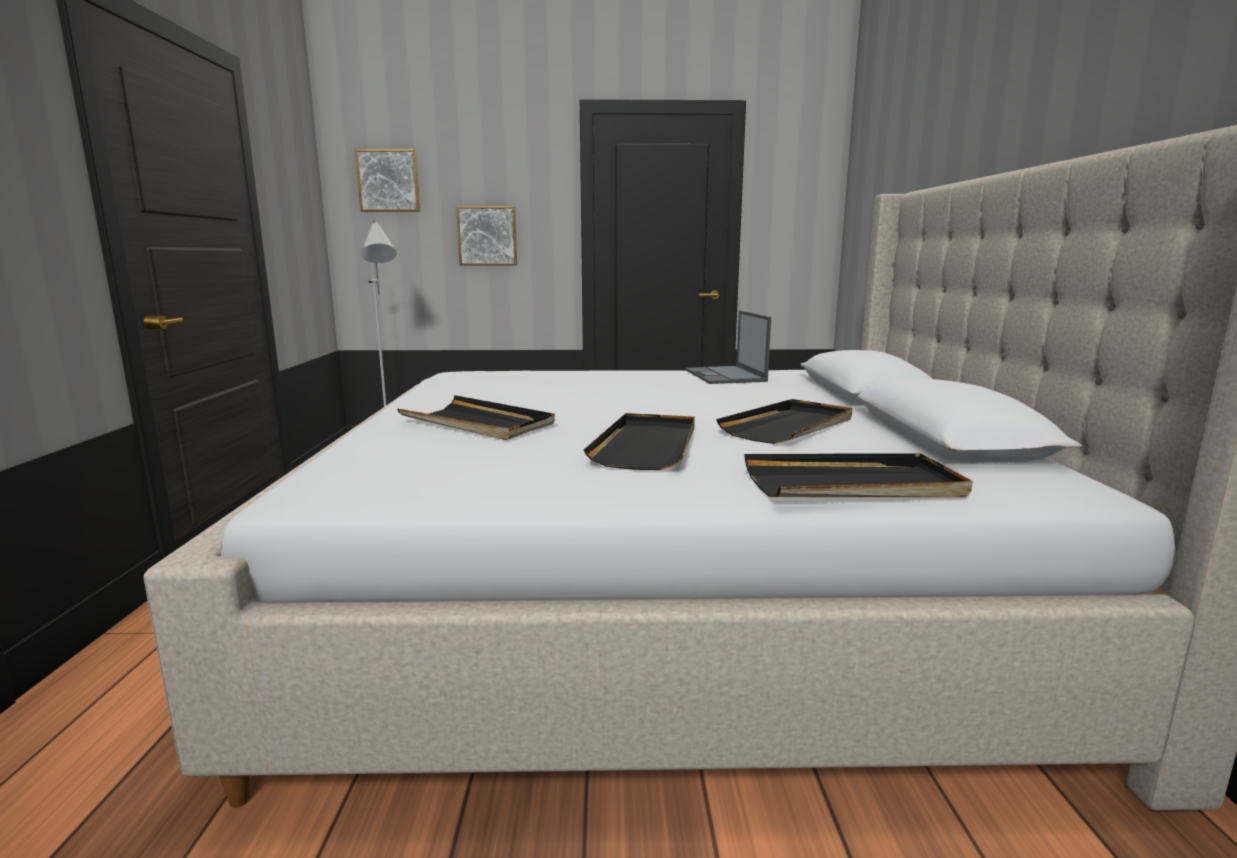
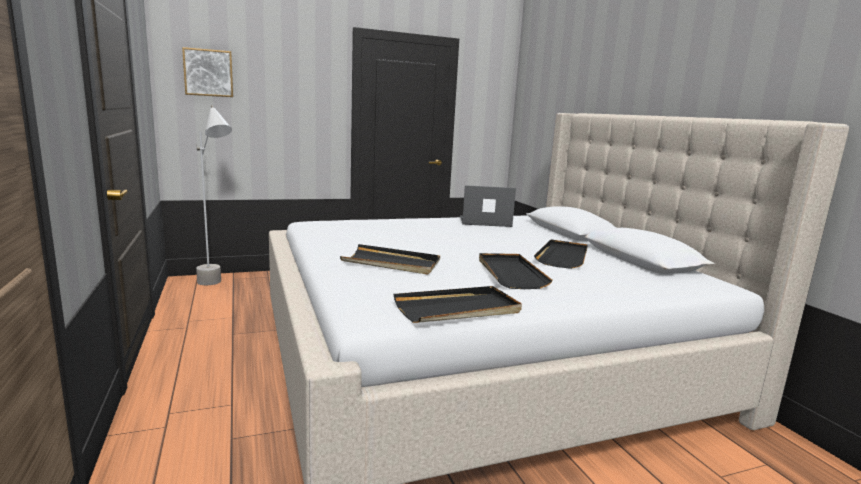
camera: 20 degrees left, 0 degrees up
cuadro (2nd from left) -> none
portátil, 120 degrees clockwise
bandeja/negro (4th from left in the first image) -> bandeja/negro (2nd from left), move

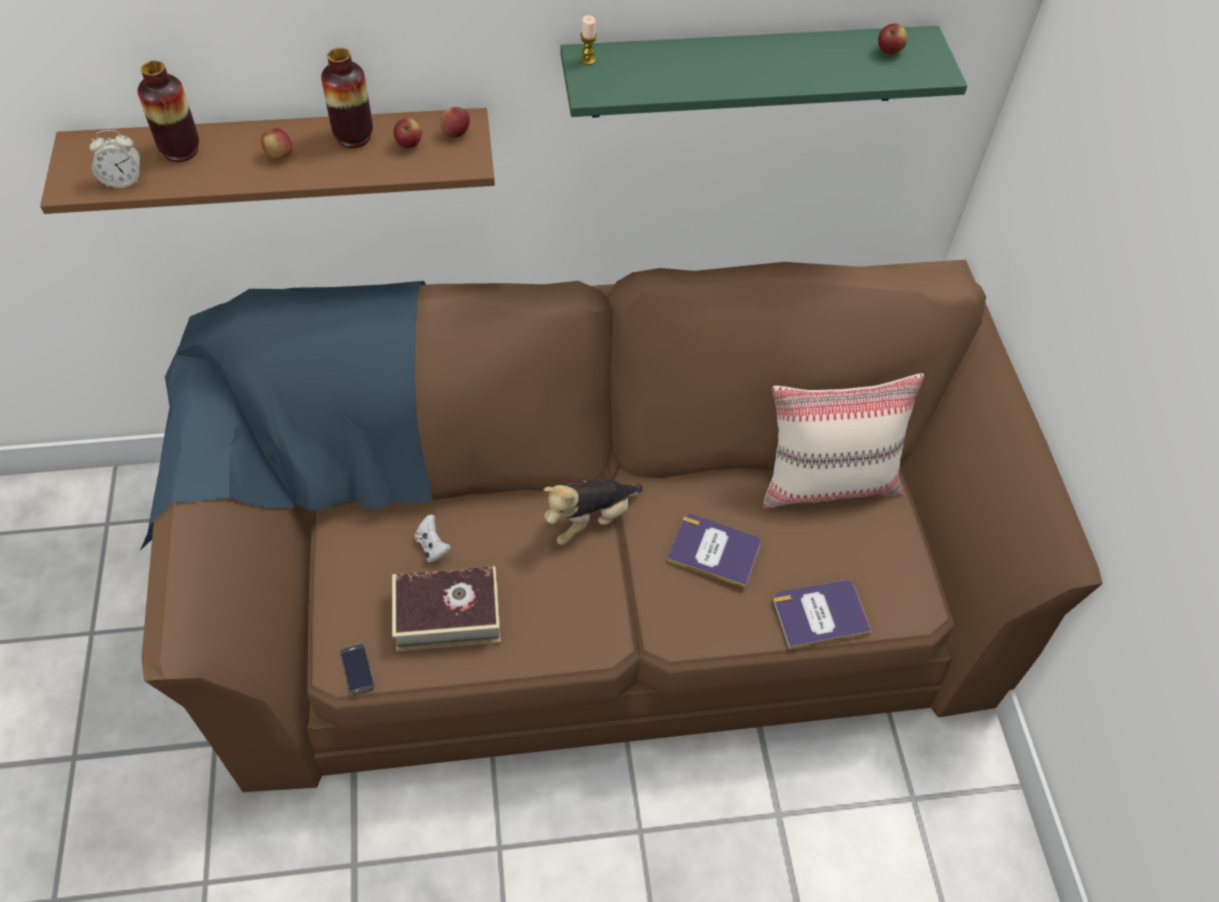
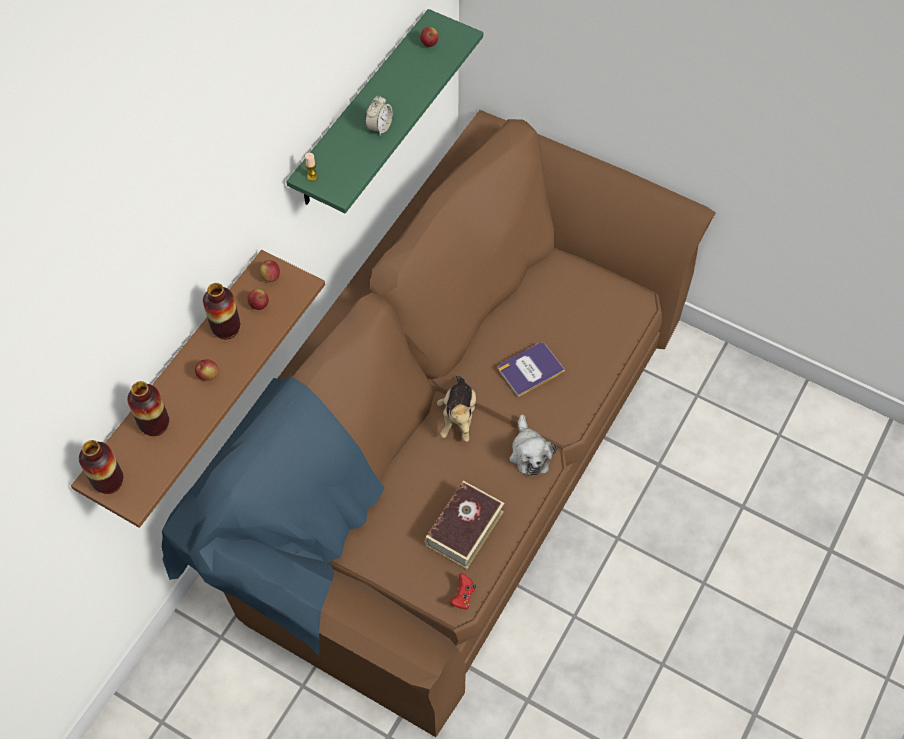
camera: 50 degrees left, 5 degrees up
despertador, move
móvil -> mando de consola/rojo
mando de consola/blanco -> none
cojín/beis -> none
libro (3rd from left) -> none
none -> florero (1st from left)
none -> peluche (2nd from left)

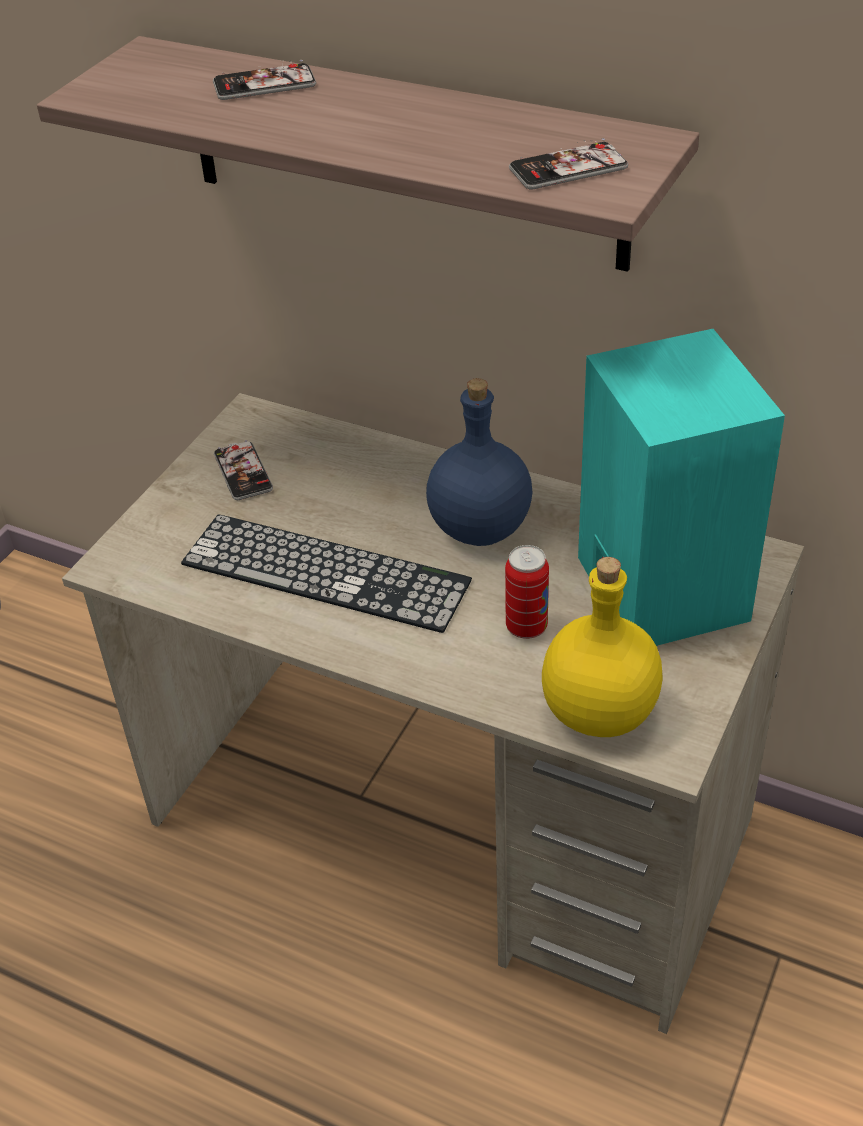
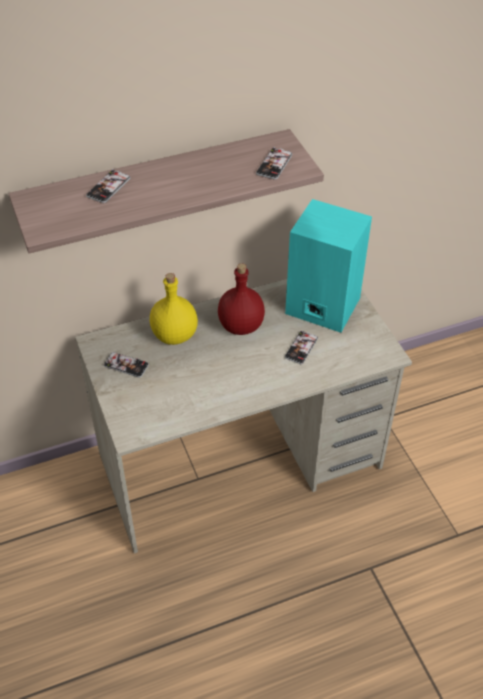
camera: 50 degrees left, 5 degrees up
teclado -> none
botella/azul -> botella/rojo
lata -> móvil (4th from left)
botella/amarillo, move

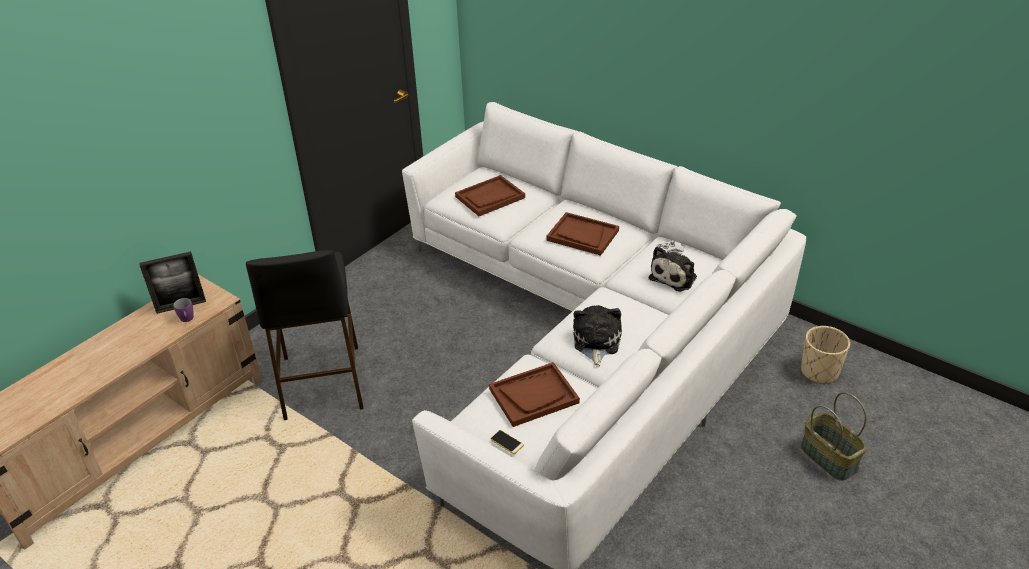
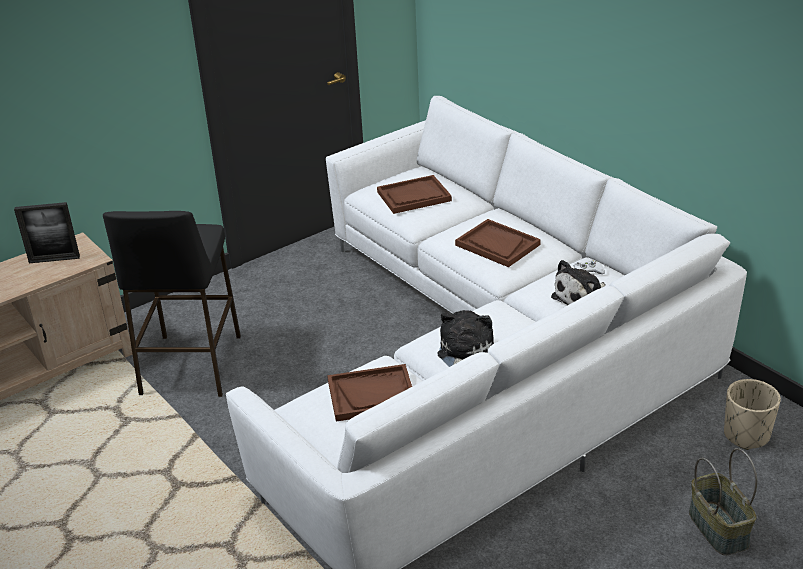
camera: 15 degrees right, 5 degrees down
taza grande/morado -> none
móvil -> none

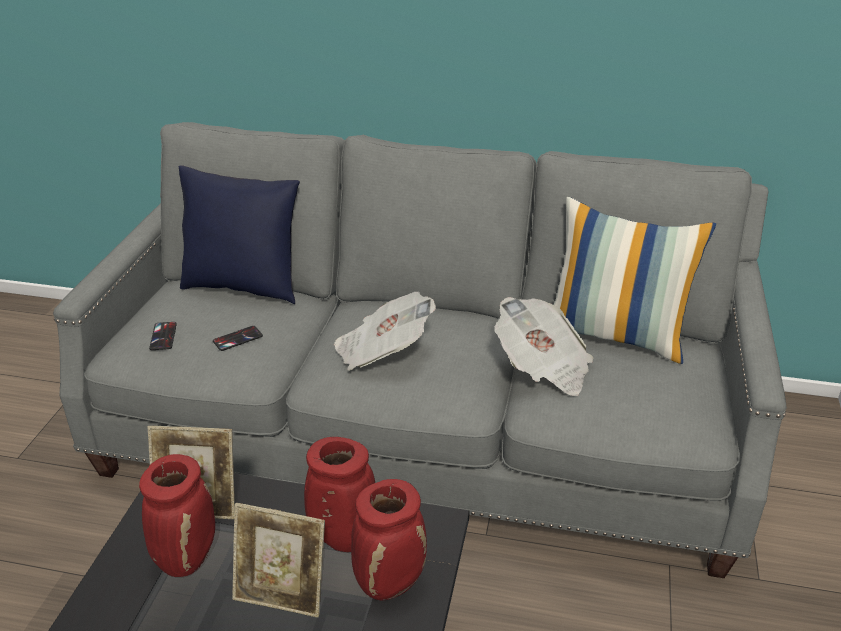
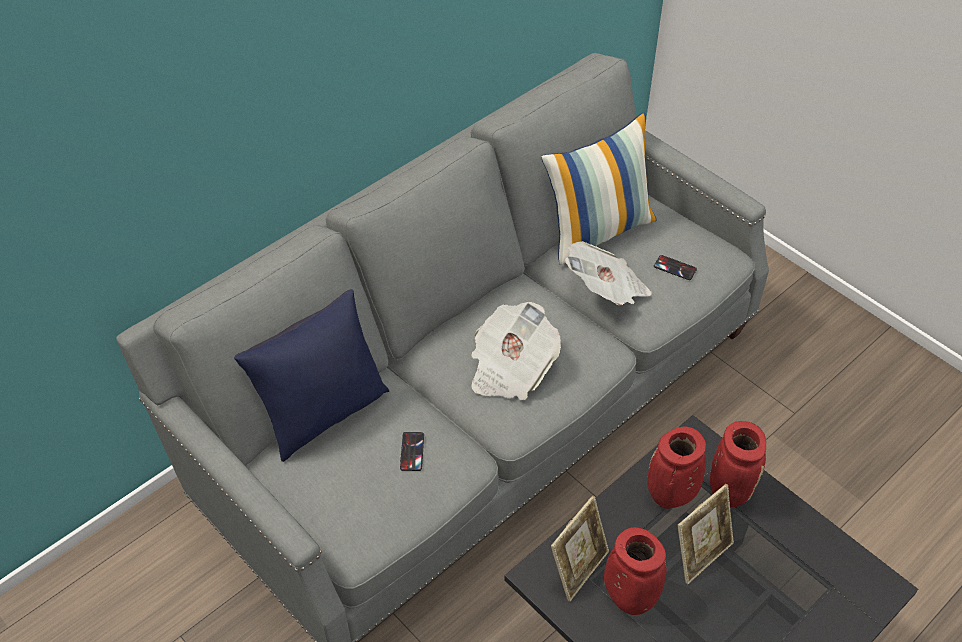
camera: 55 degrees left, 15 degrees up
móvil (1st from left in the first image) -> móvil (2nd from left), move

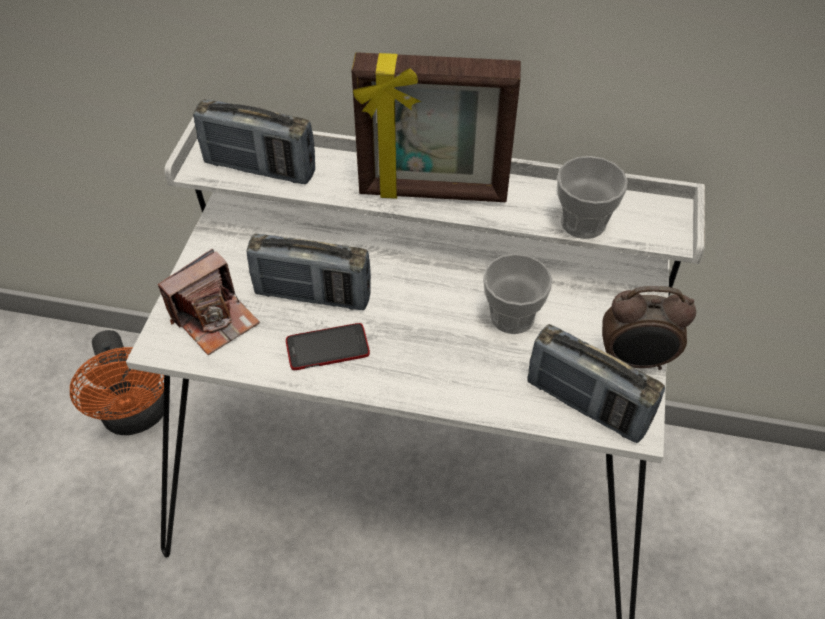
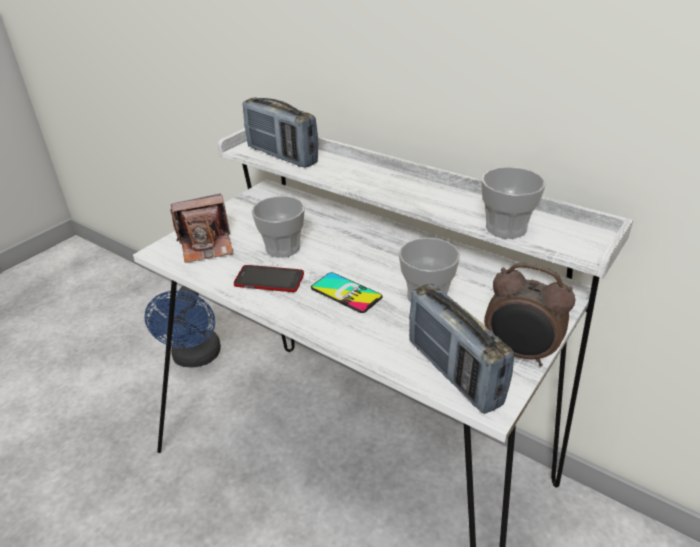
camera: 25 degrees right, 15 degrees down
ventilador/naranja -> ventilador/azul
radio (2nd from left) -> taza (1st from left)
portarretratos -> none
none -> móvil (2nd from left)

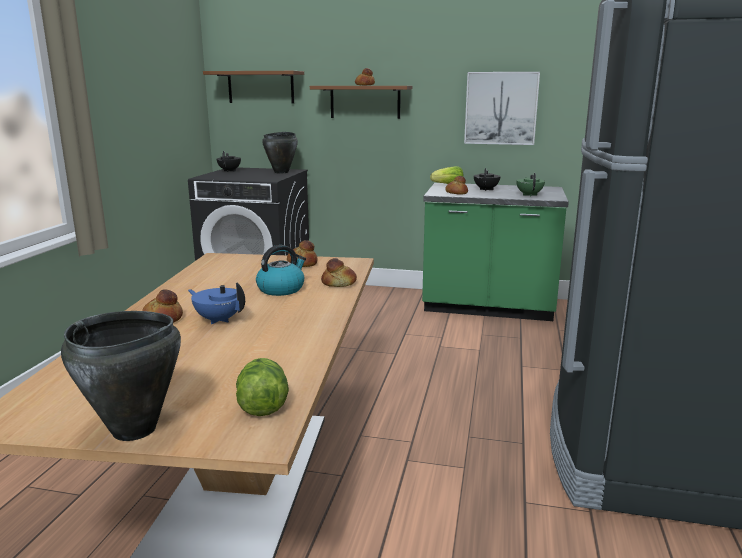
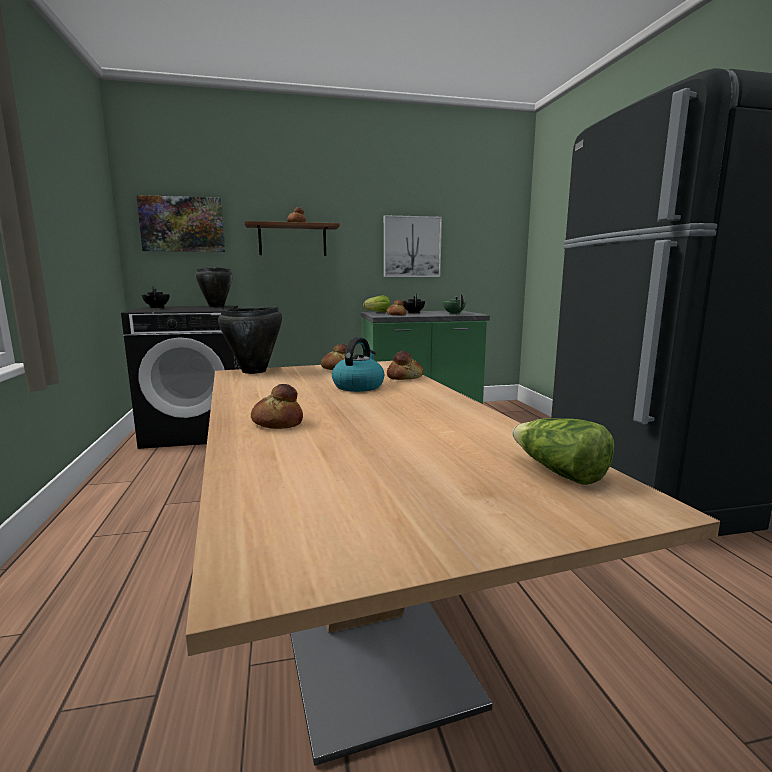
camera: 25 degrees left, 5 degrees down
olla/negro (1st from left in the first image) -> olla/negro (2nd from left), move
tetera/azul -> none
estante/marrón (1st from left) -> cuadro (1st from left)

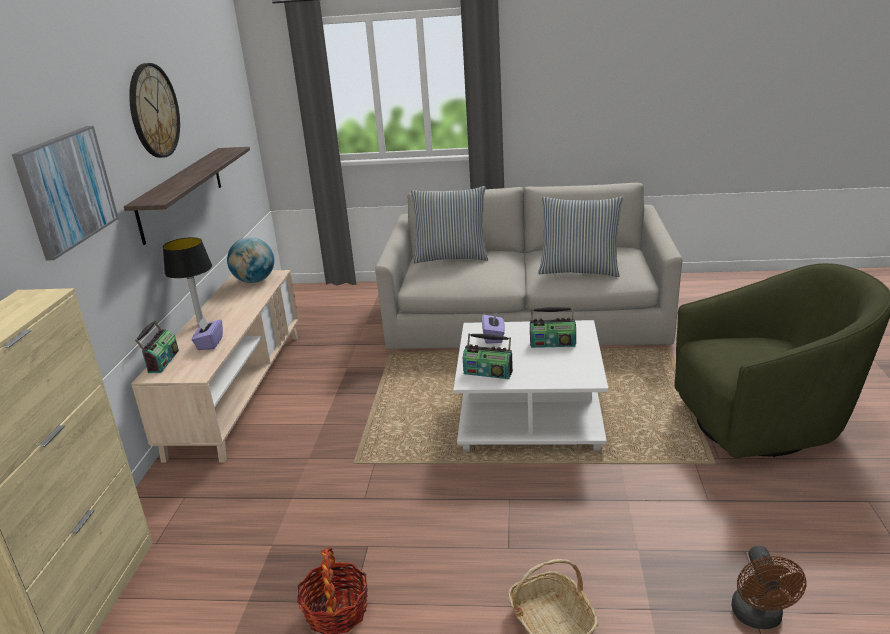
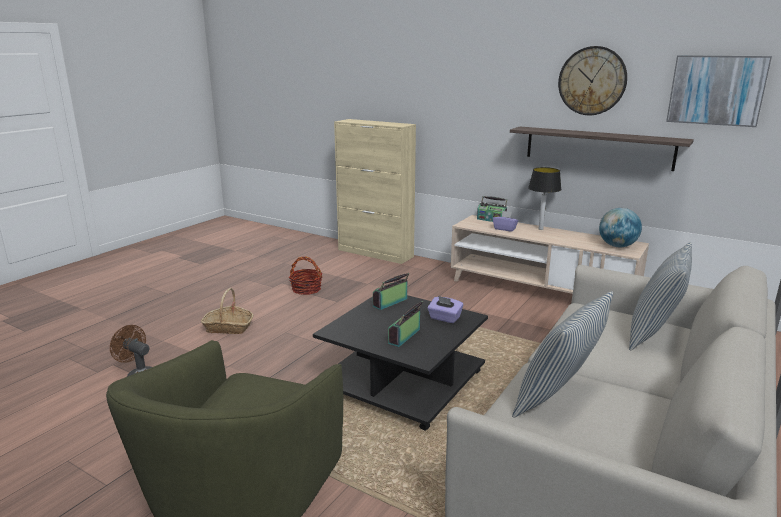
camera: 115 degrees right, 5 degrees down
cuadro, move
mesa de centro/blanco -> mesa de centro/negro

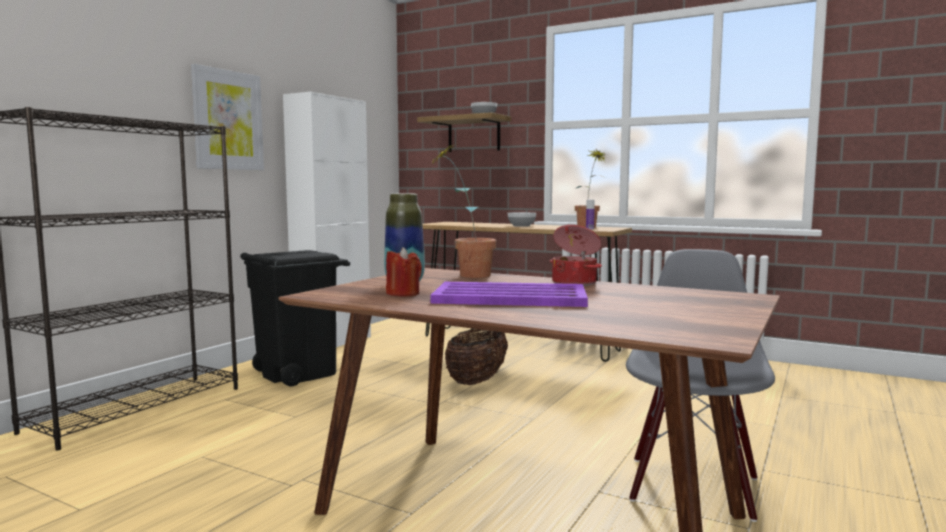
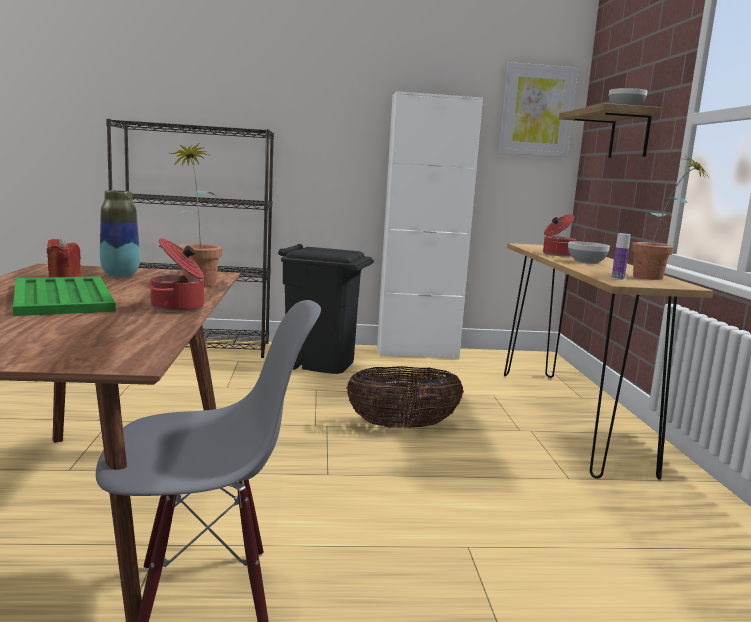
camera: 55 degrees right, 5 degrees up
cuadro, move
bandeja/morado -> bandeja/verde
none -> olla (2nd from left)

